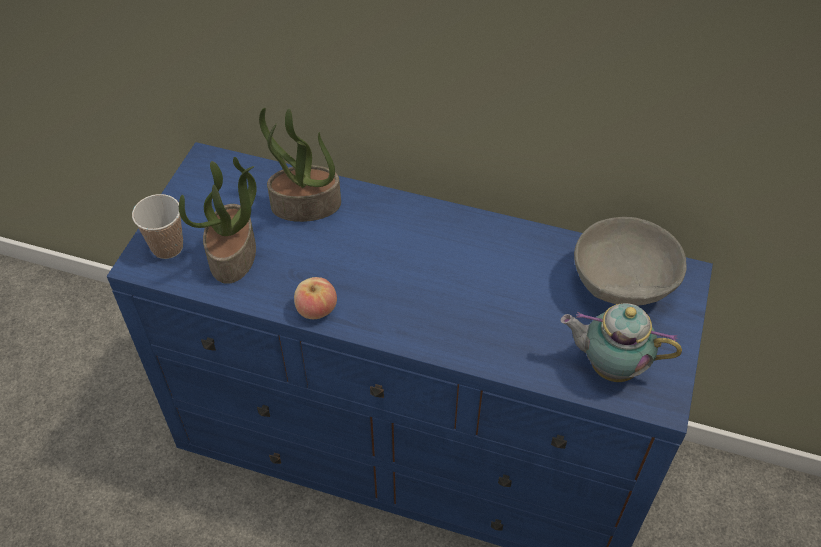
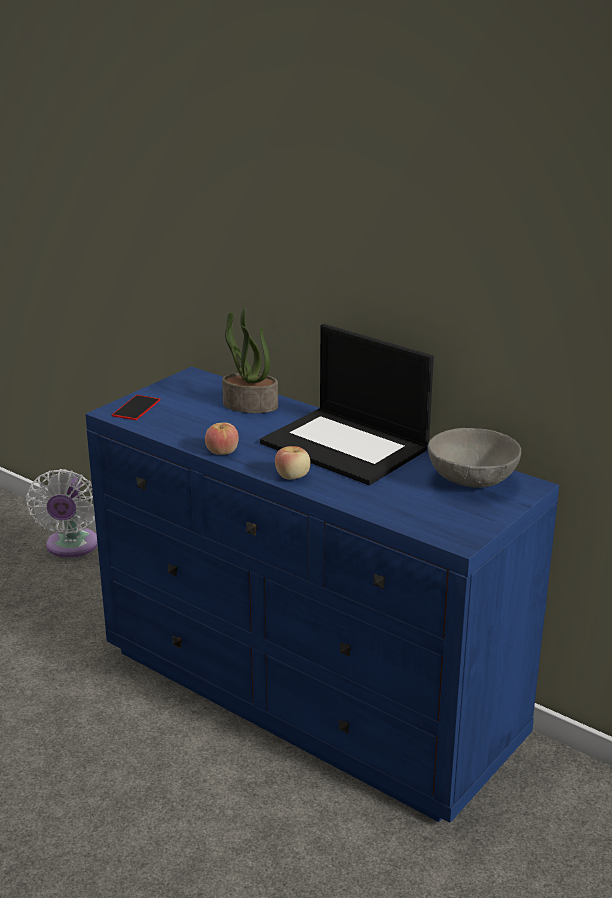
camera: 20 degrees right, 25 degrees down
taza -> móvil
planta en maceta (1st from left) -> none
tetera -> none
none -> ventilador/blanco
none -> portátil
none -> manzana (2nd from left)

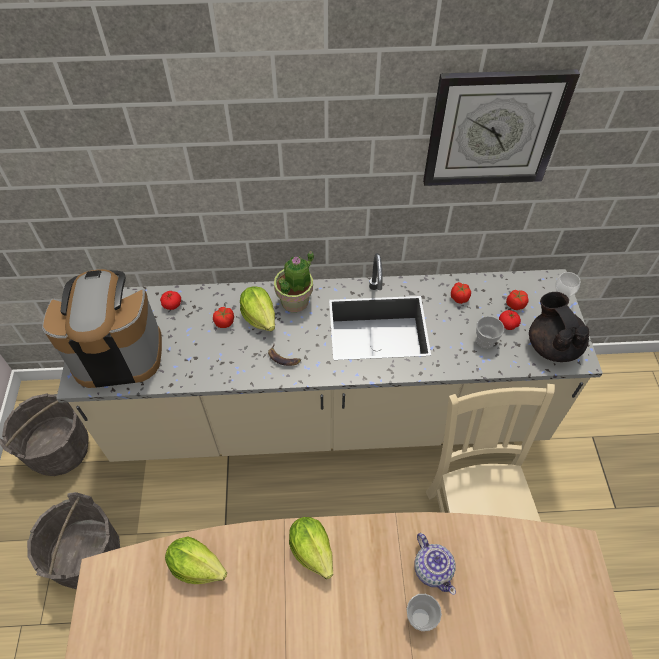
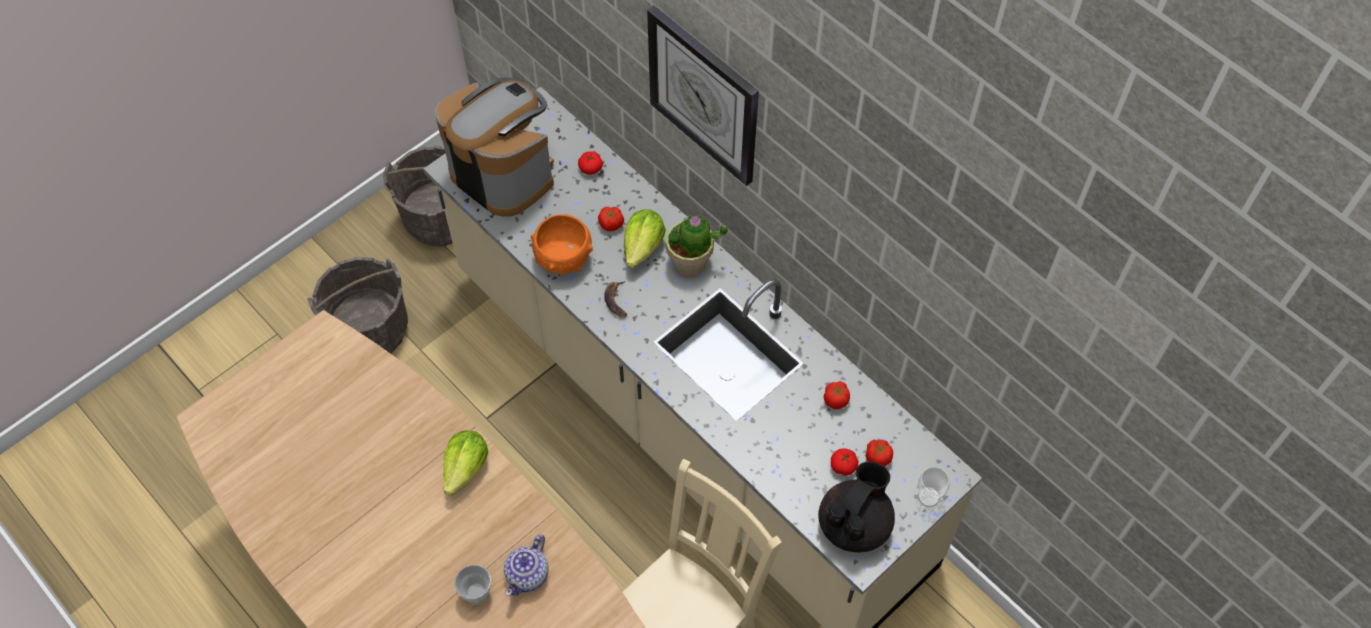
camera: 50 degrees right, 5 degrees up
lechuga (1st from left) -> none
reloj de pared, move
taza (2nd from left) -> none
none -> cuenco/naranja

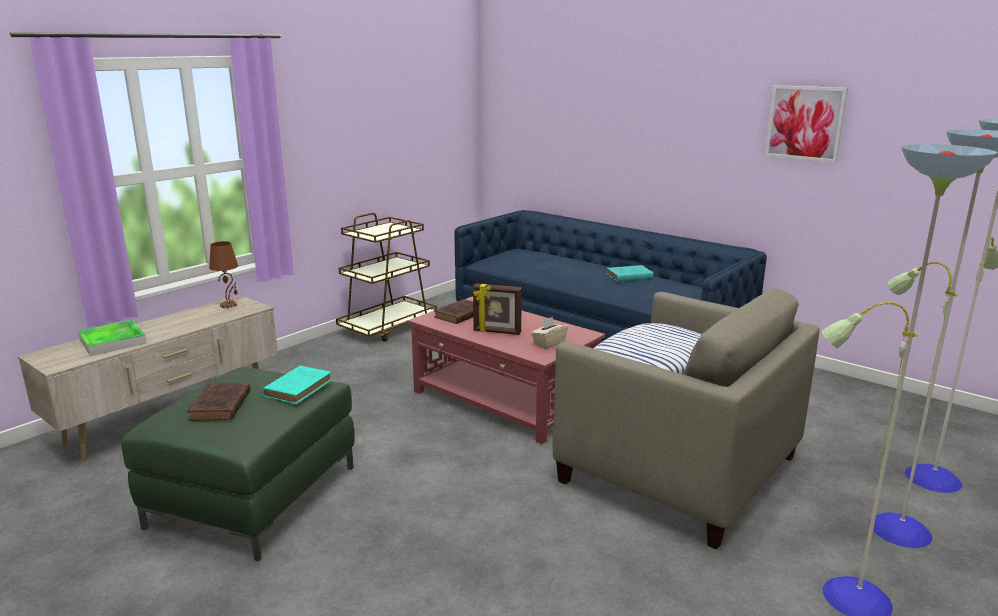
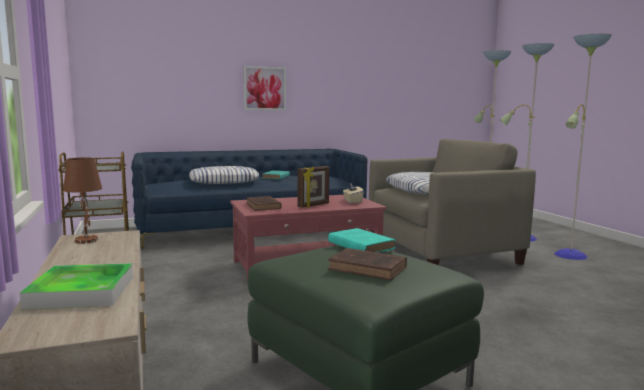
camera: 60 degrees left, 10 degrees down
cuadro, move
none -> cojín (1st from left)

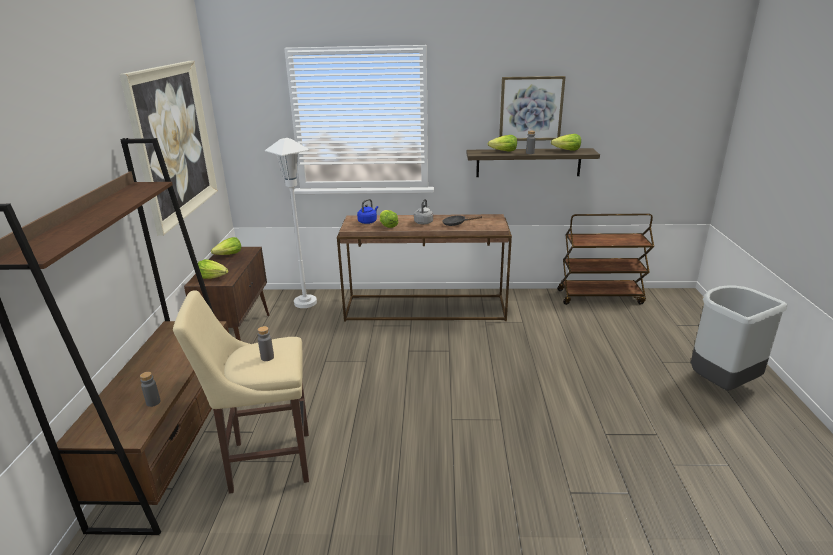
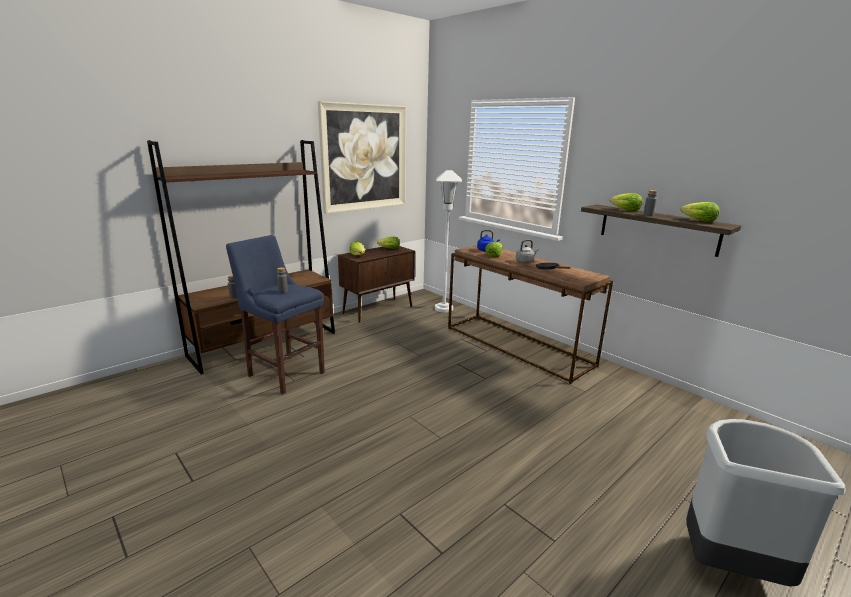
camera: 45 degrees right, 5 degrees down
taburete/beis -> taburete/azul
cuadro (2nd from left) -> none
carrito/marrón -> none

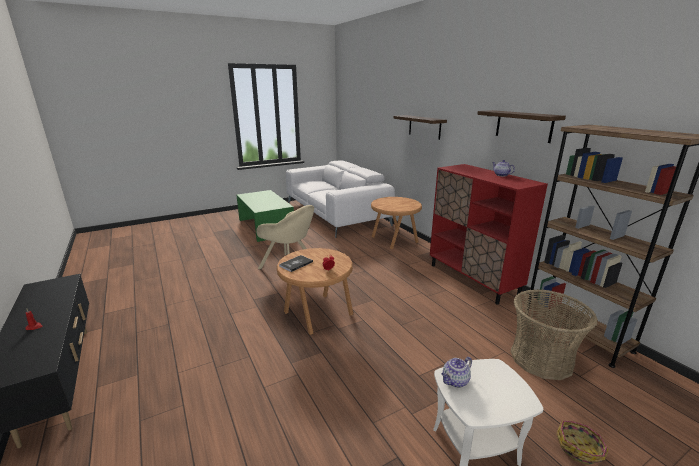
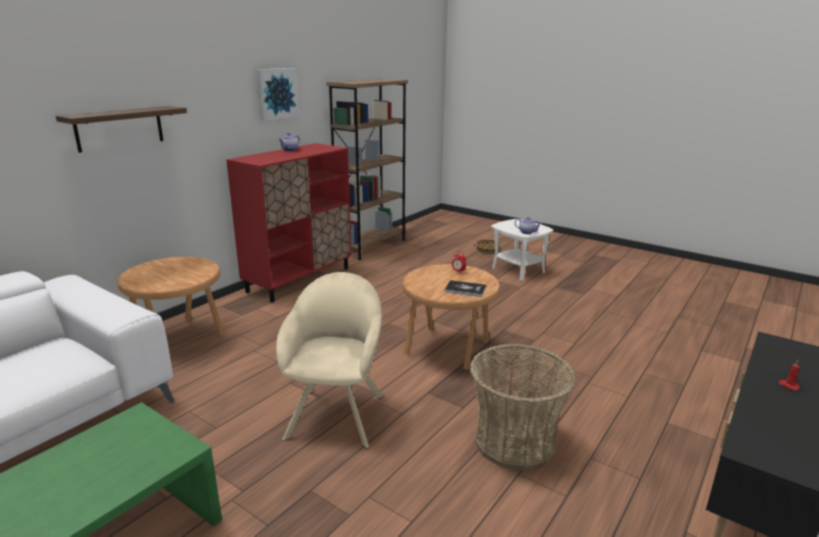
camera: 115 degrees left, 0 degrees up
estante (2nd from left) -> cuadro
cesta (1st from left in the first image) -> cesta (2nd from left), move

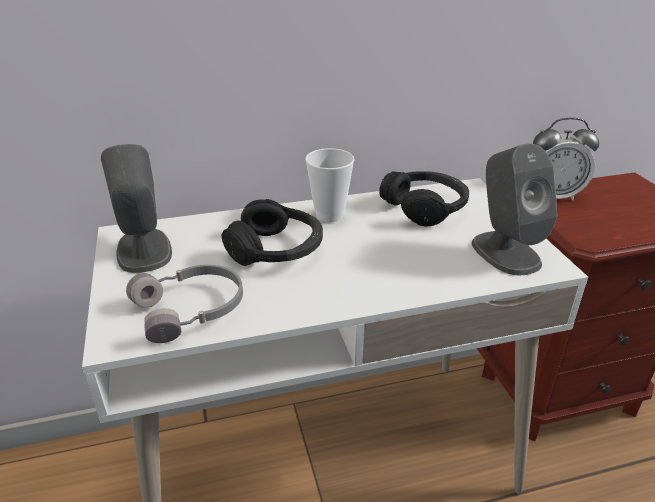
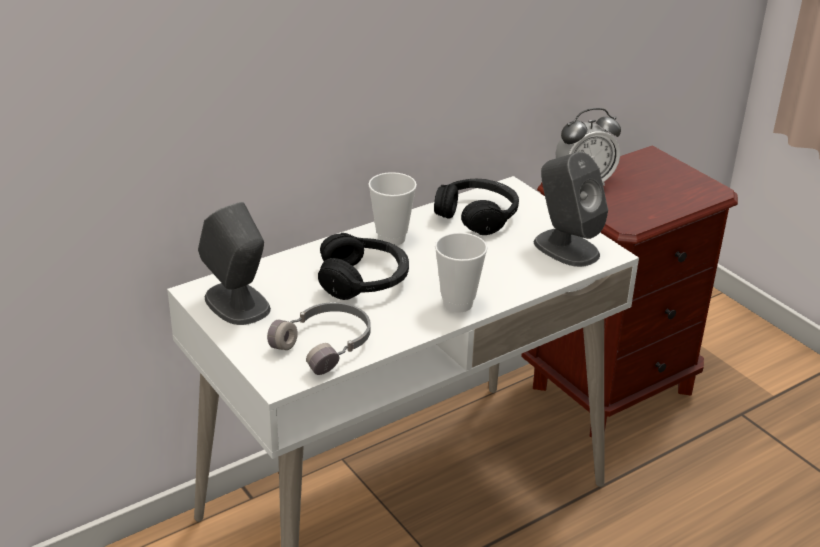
camera: 20 degrees left, 0 degrees up
none -> taza (2nd from left)

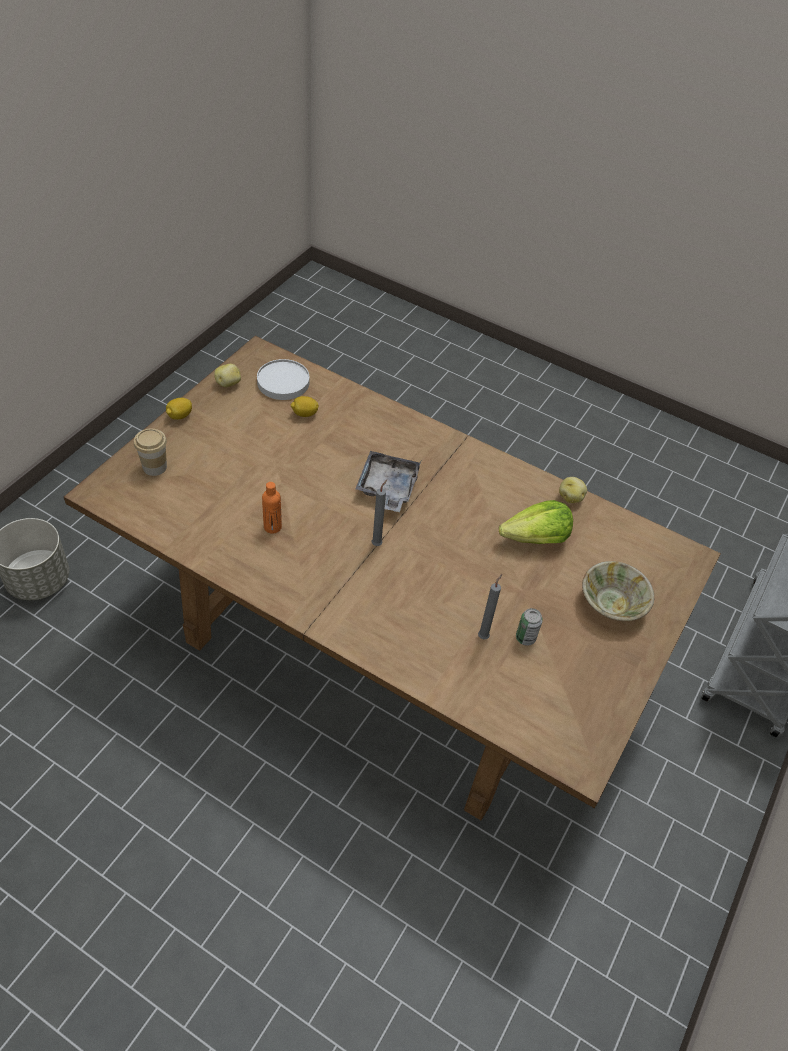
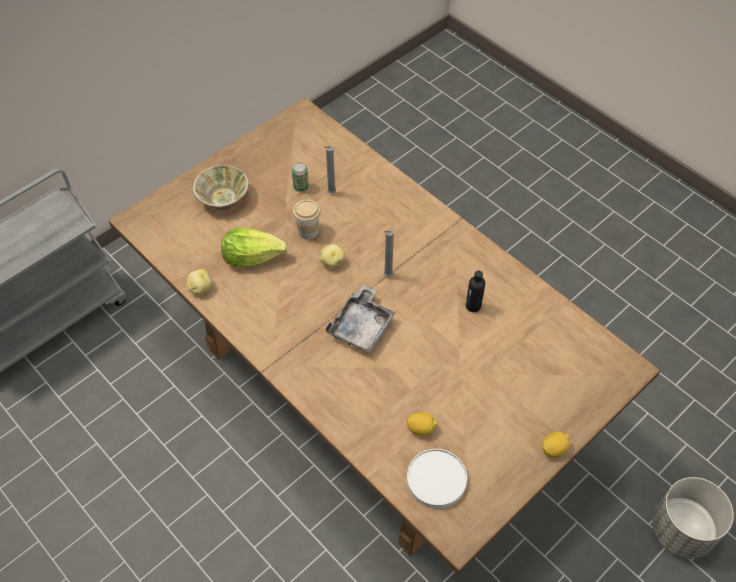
camera: 160 degrees left, 5 degrees up
taza, move
patata (1st from left in the first image) -> patata (2nd from left), move
botella/naranja -> botella/negro

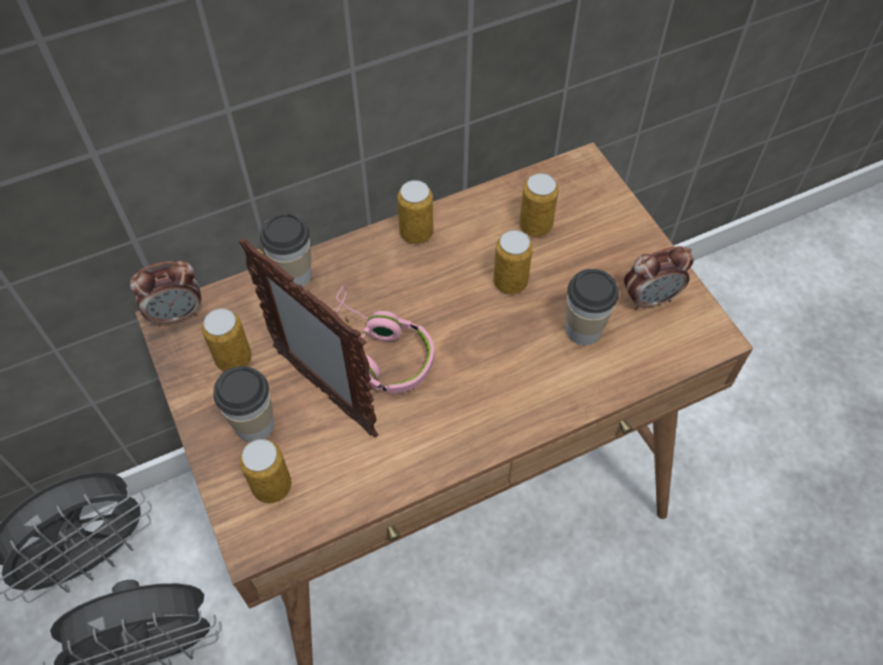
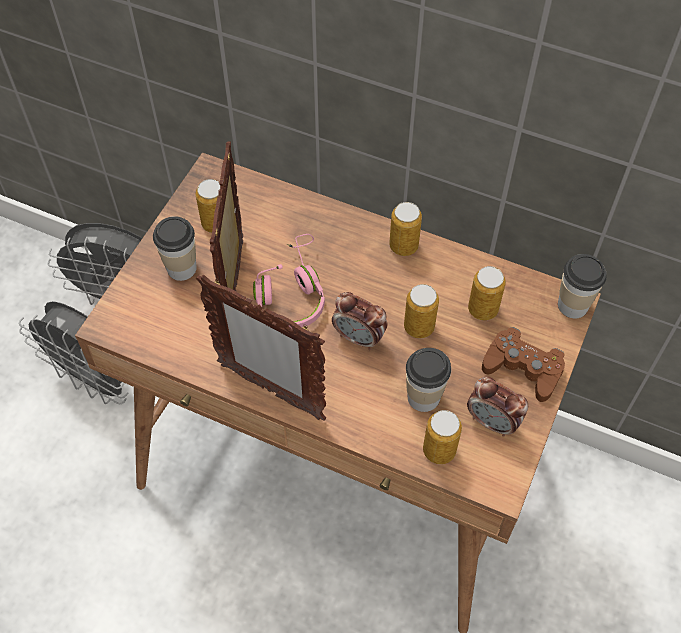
camera: 50 degrees right, 0 degrees up
despertador (1st from left), move
lata (2nd from left in the first image) -> lata (4th from left), move
taza (2nd from left in the first image) -> taza (3rd from left), move
none -> portarretratos (2nd from left)
none -> mando de consola/marrón

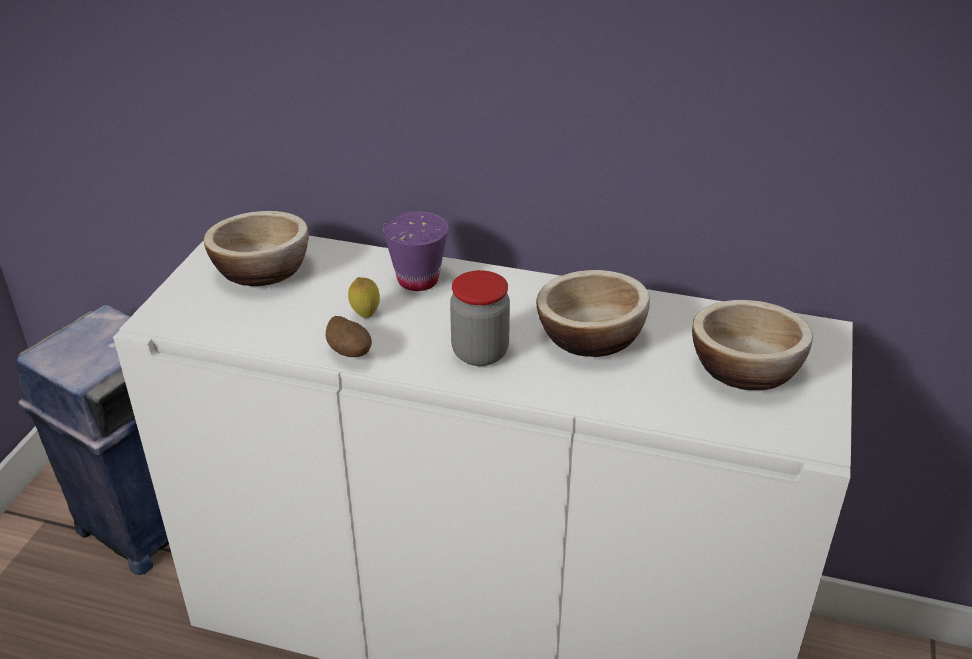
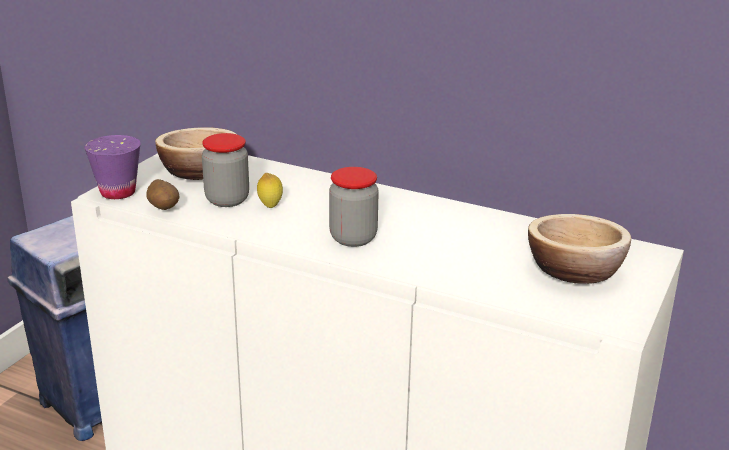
camera: 10 degrees right, 10 degrees down
patata, move
taza/morado, move
cuenco (2nd from left) -> none
none -> tarro (1st from left)

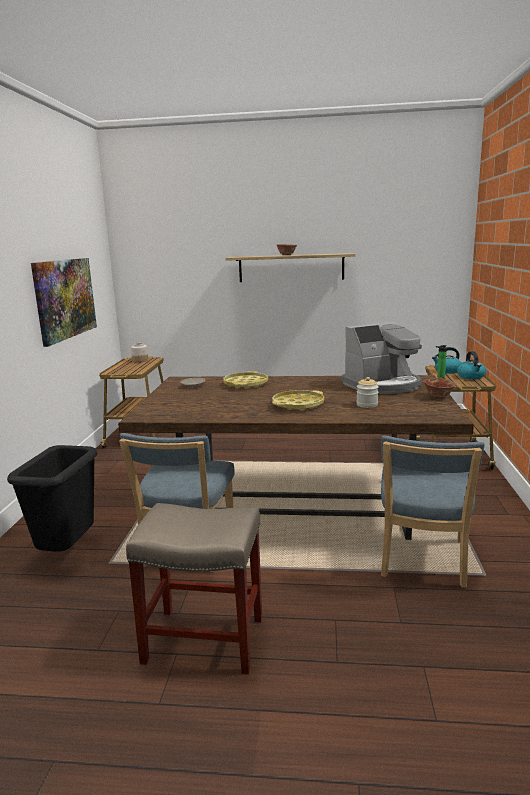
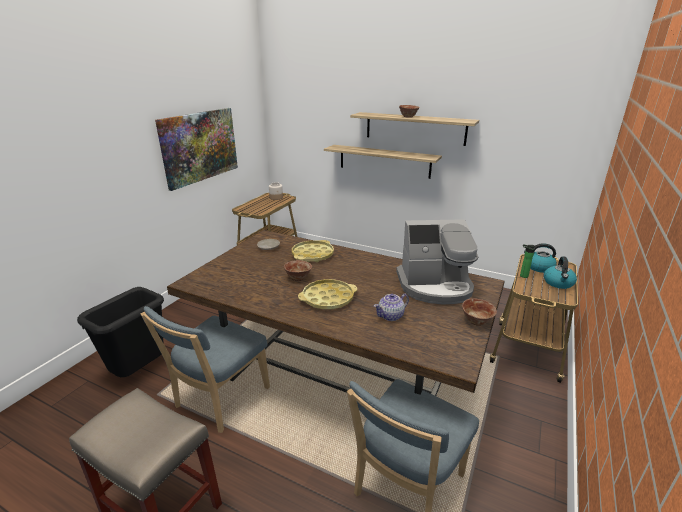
camera: 20 degrees right, 10 degrees up
tarro (2nd from left) -> tetera
none -> cuenco (1st from left)
none -> estante (1st from left)

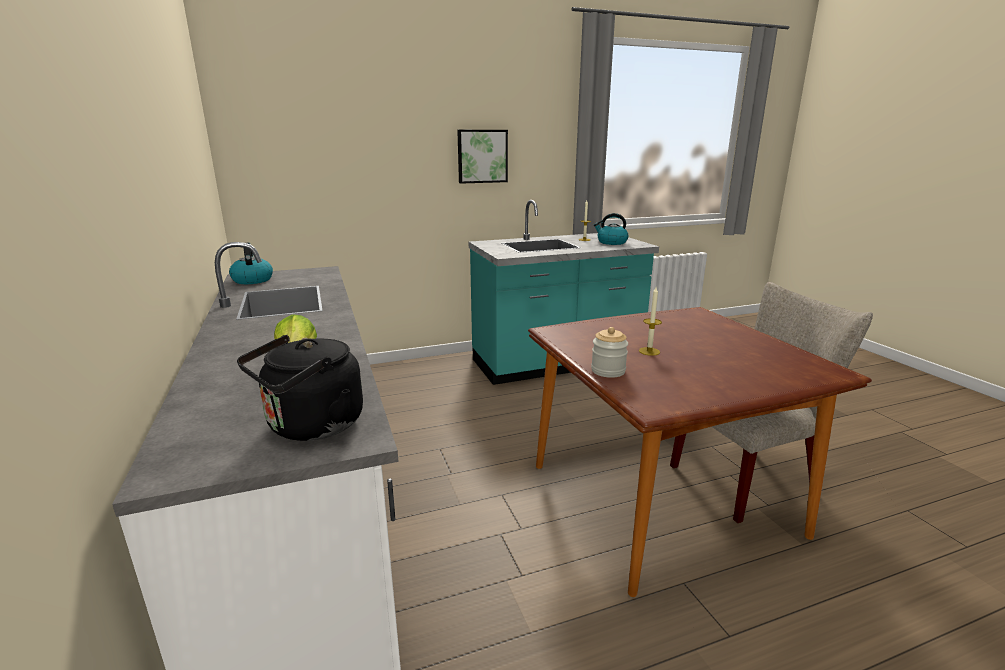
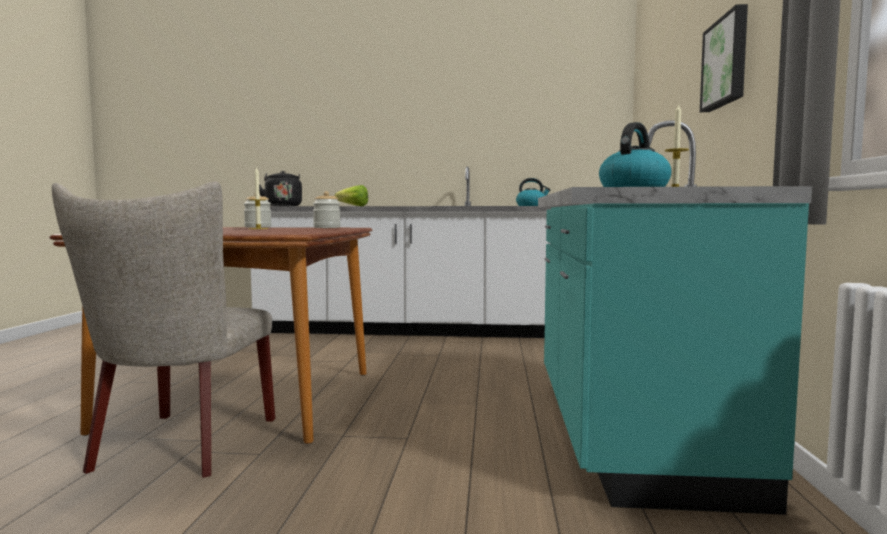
camera: 115 degrees right, 15 degrees down
none -> tarro (2nd from left)

